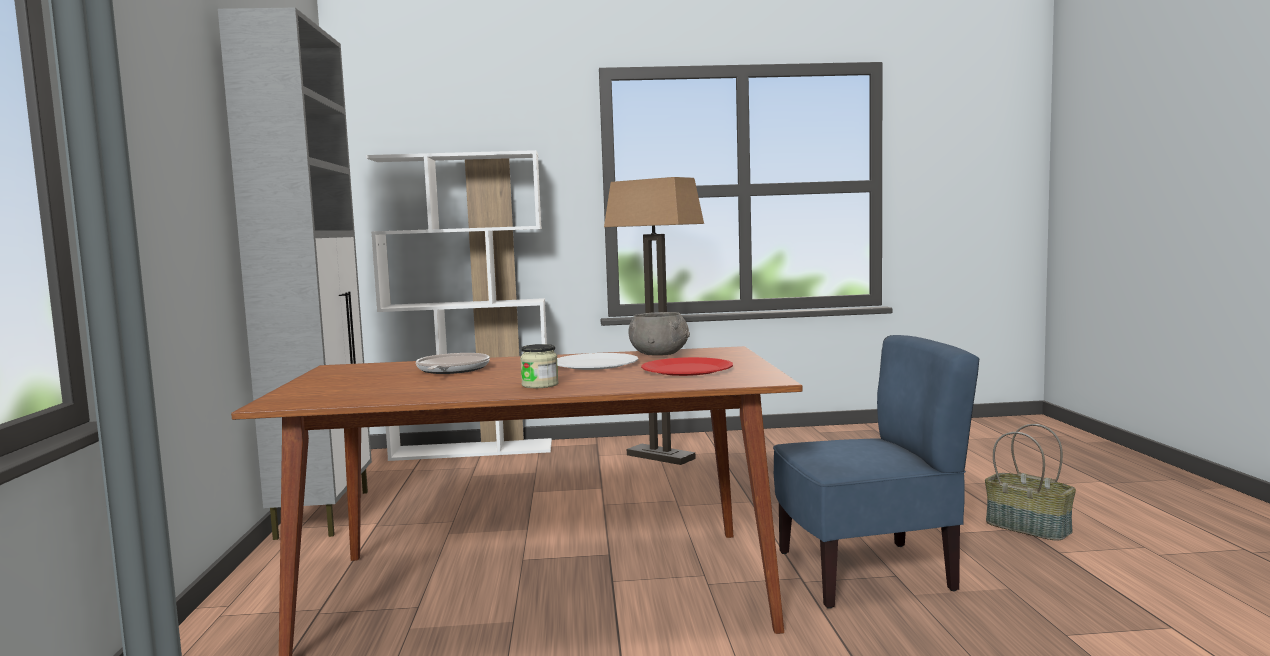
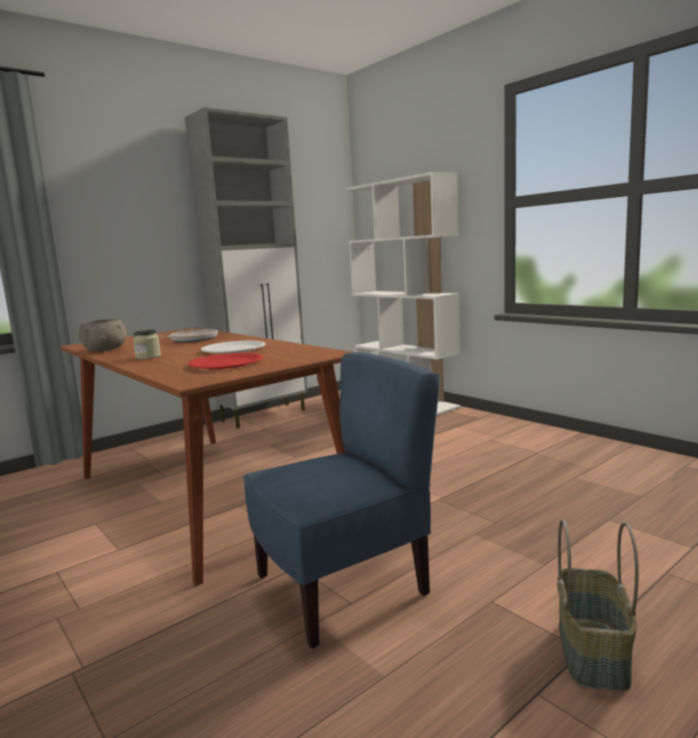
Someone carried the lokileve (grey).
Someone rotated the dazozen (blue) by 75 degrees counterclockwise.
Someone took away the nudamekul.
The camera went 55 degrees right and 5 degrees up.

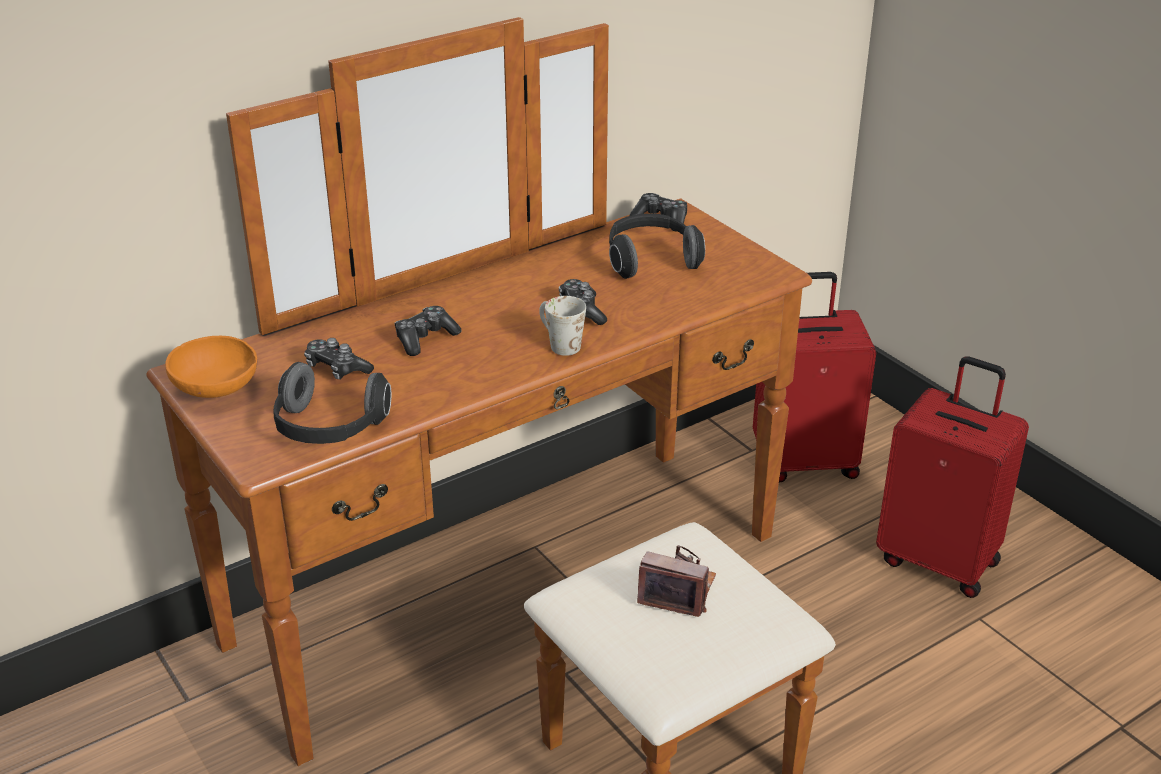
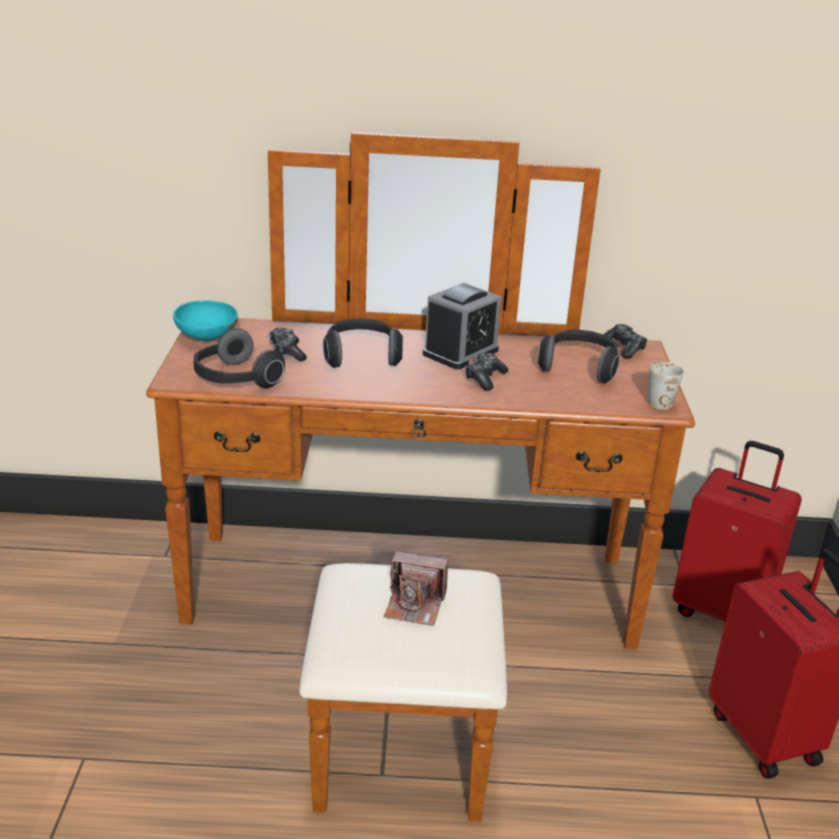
Someone repainted the lokileve (orange), which became the lokileve (turquoise).
Someone swapped the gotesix (no. 2 from left) for the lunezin (no. 2 from left).
Someone rotated the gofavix by 135 degrees clockwise.
Someone put down the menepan.
Someone carried the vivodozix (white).
The camera went 35 degrees right and 5 degrees down.

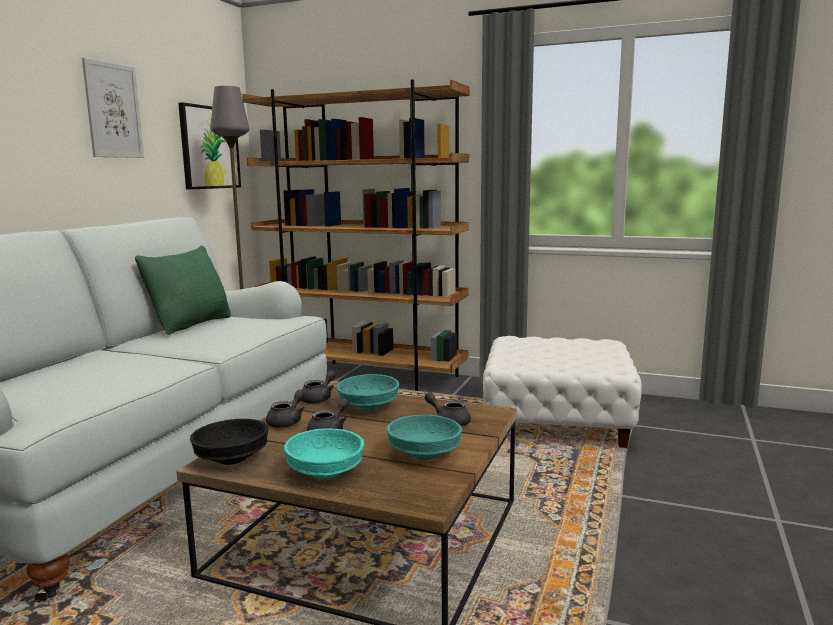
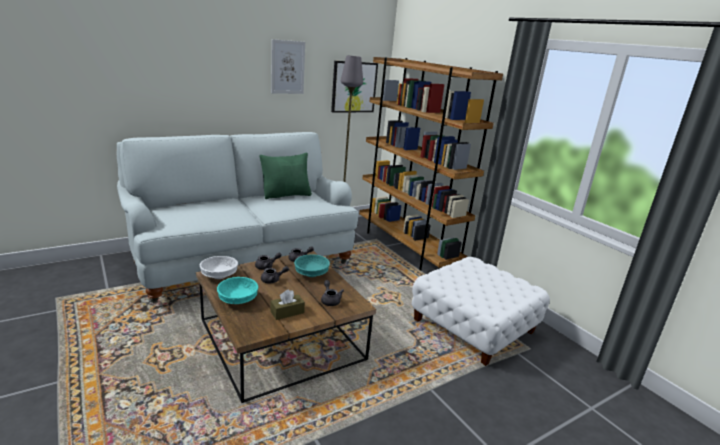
Someone repainted the lokileve (black), which became the lokileve (white).
Someone swapped the lokileve (turquoise) (no. 3 from left) for the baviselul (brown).
The camera went 35 degrees right and 10 degrees up.

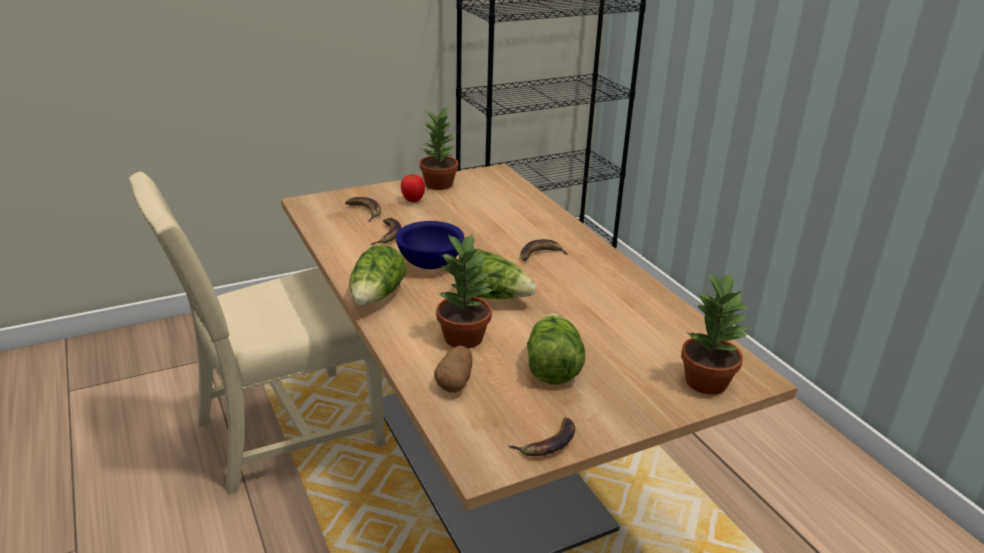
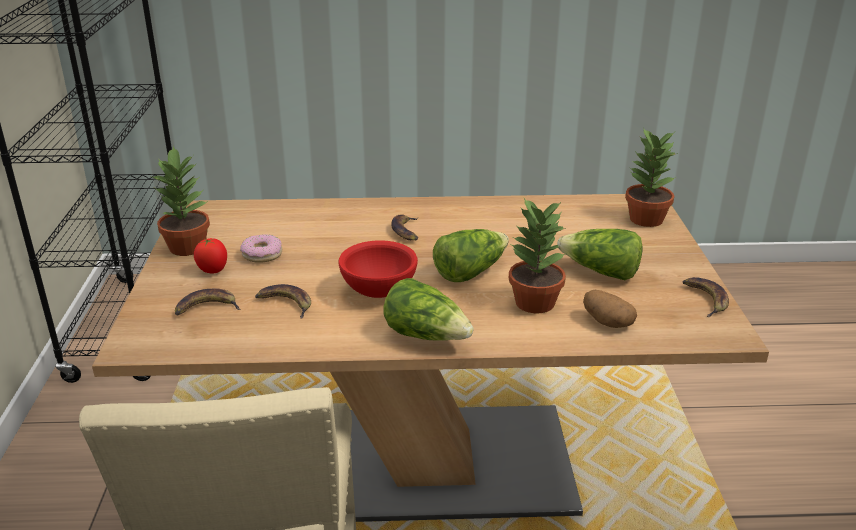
Someone put down the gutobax.
Someone repainted the lokileve (blue), which became the lokileve (red).
The camera went 65 degrees left and 0 degrees up.

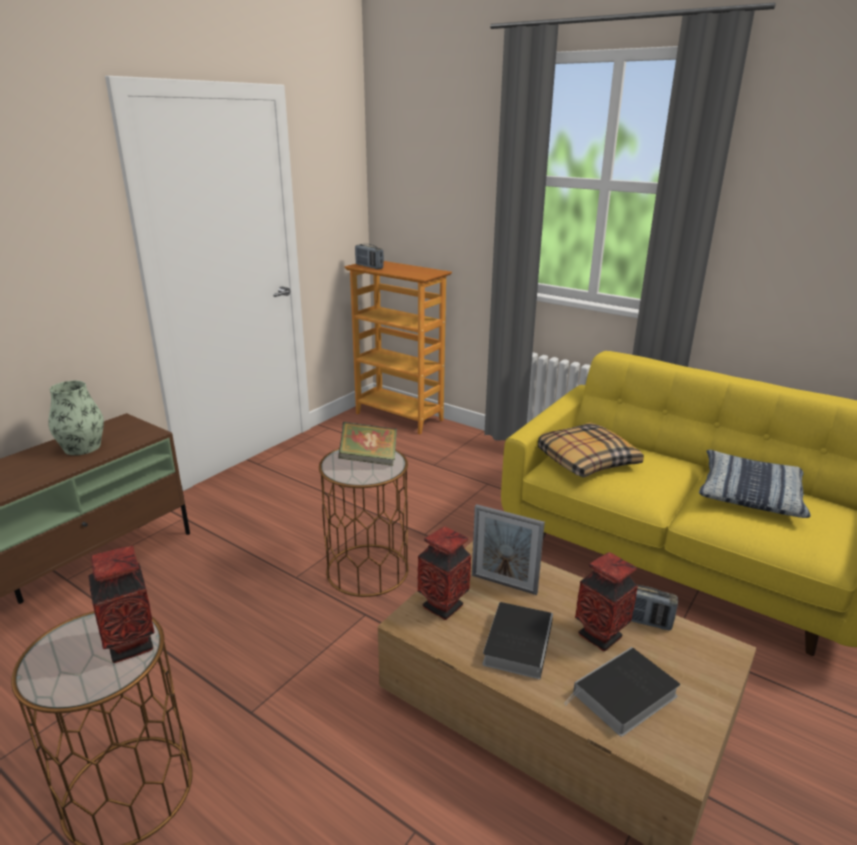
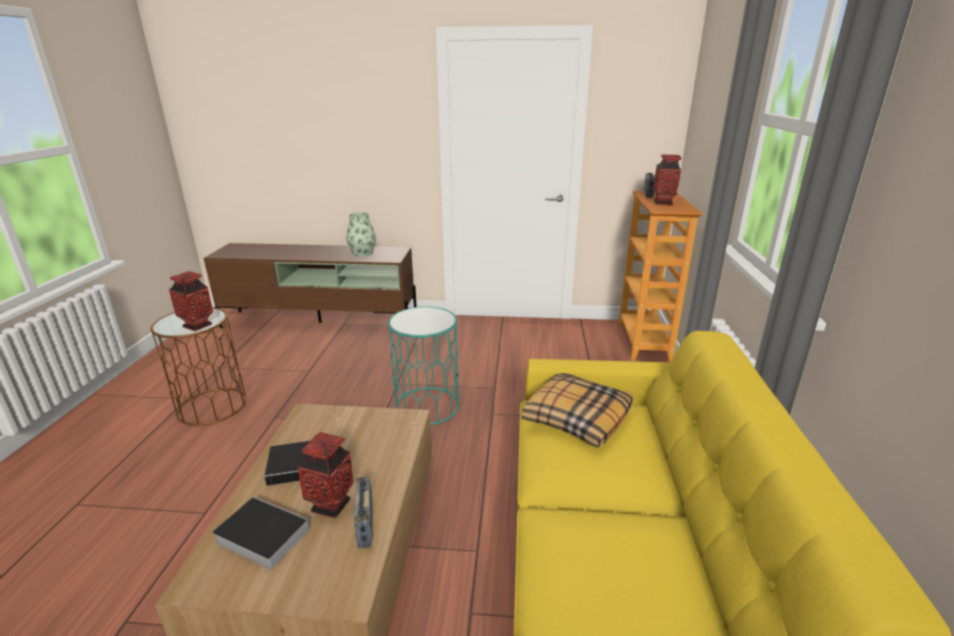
Someone repainted the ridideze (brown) (no. 2 from left), which became the ridideze (turquoise).
Someone carried the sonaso (no. 3 from left in the first image).
Someone took away the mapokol (no. 1 from left).
Someone took away the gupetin.
Someone took away the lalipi (no. 2 from left).
The camera went 60 degrees right and 0 degrees up.

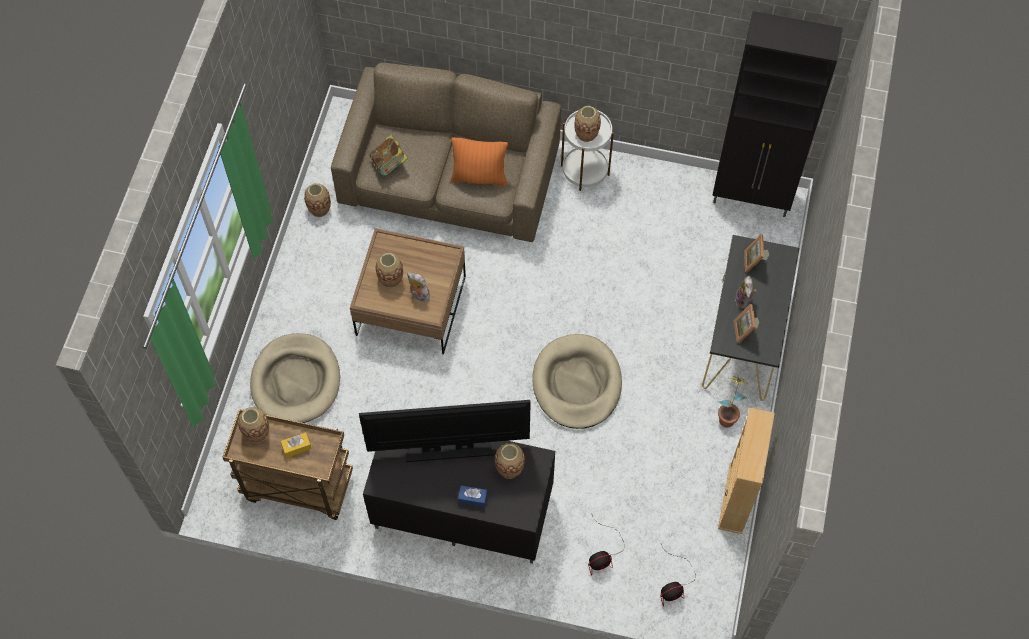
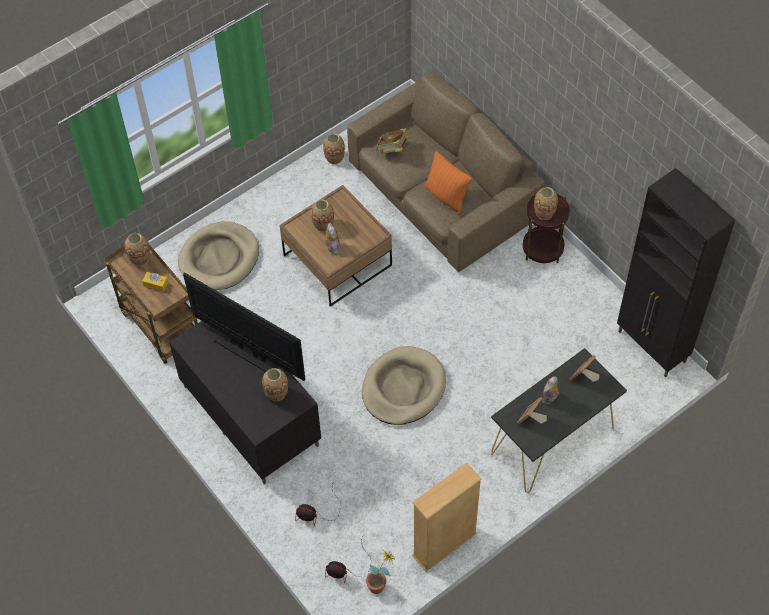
Someone carried the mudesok.
Someone repainted the ridideze (white), which became the ridideze (brown).
Someone took away the baviselul (blue).
The camera went 40 degrees right and 5 degrees down.

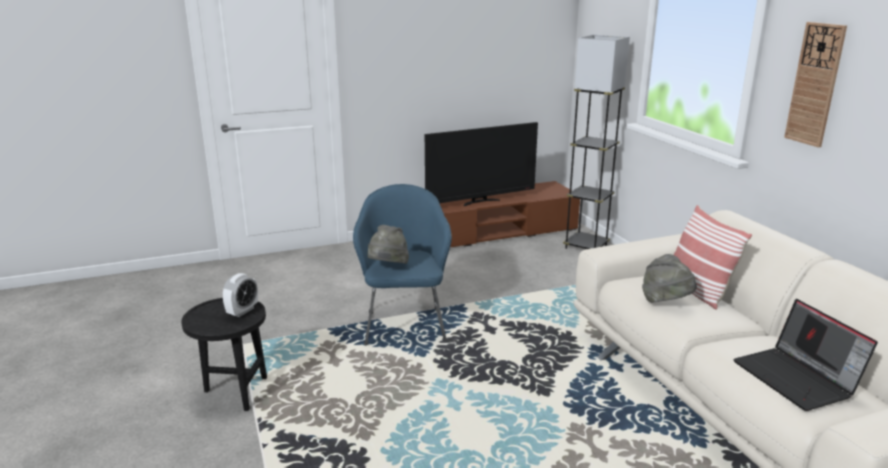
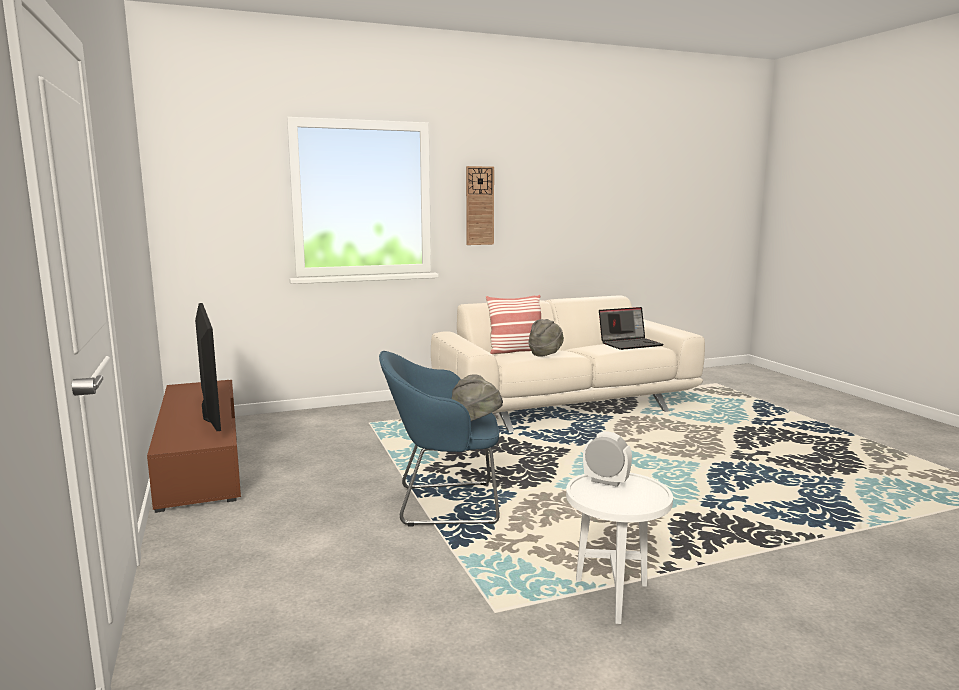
Someone repainted the ridideze (black), which became the ridideze (white).
Someone took away the nudamekul (grey).
The camera went 90 degrees left and 10 degrees down.

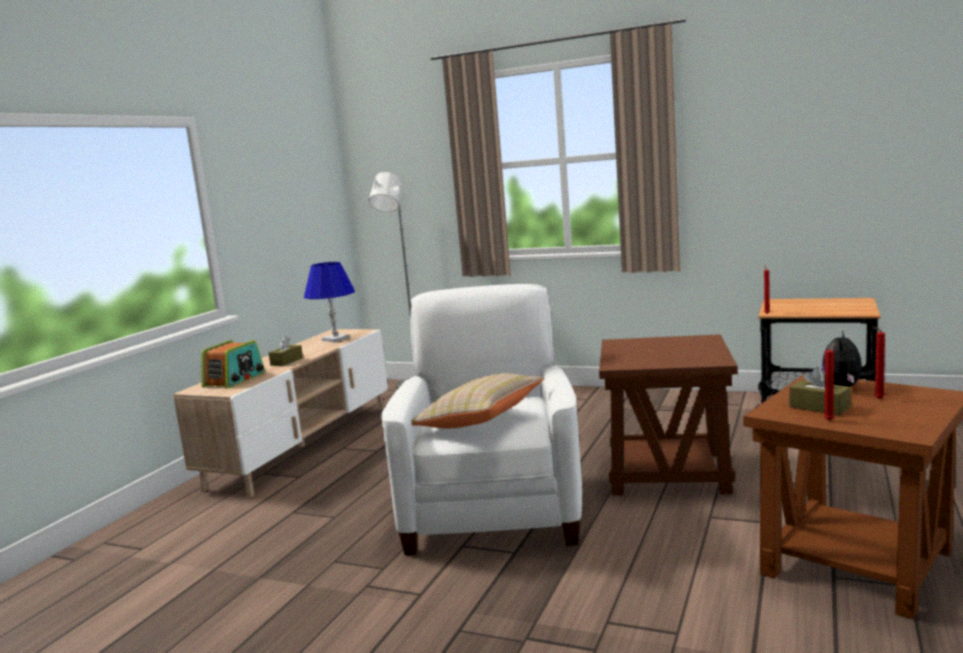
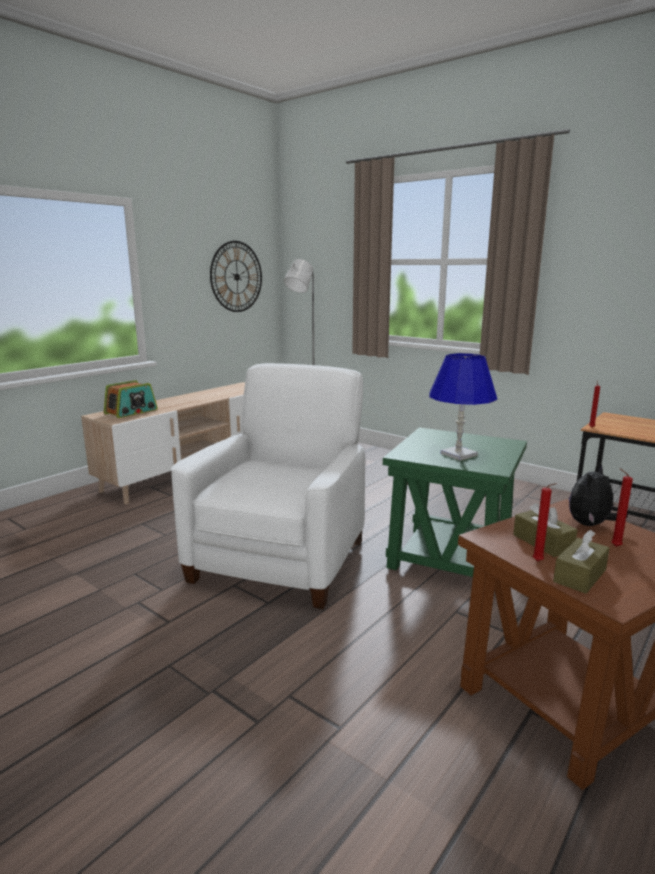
Someone put up the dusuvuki.
Someone repainted the ridideze (brown) (no. 1 from left), which became the ridideze (green).
Someone carried the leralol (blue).
Someone carried the baviselul (brown) (no. 1 from left in the first image).
Someone took away the lalipi (beige).
The camera went 15 degrees right and 5 degrees up.

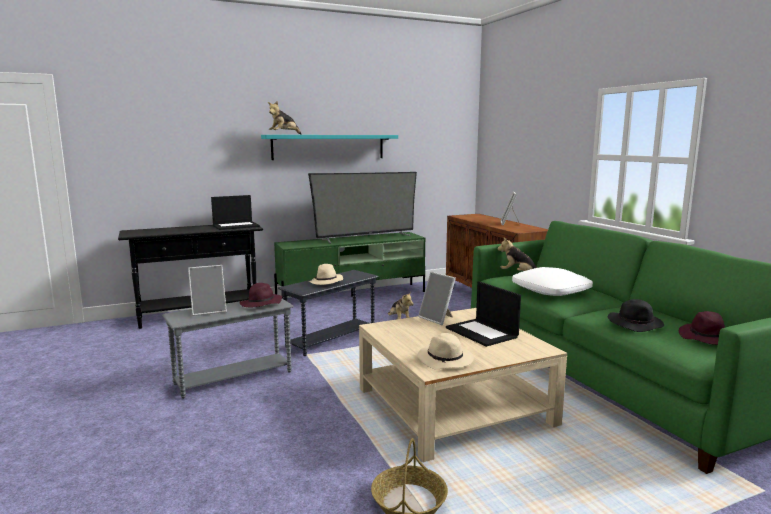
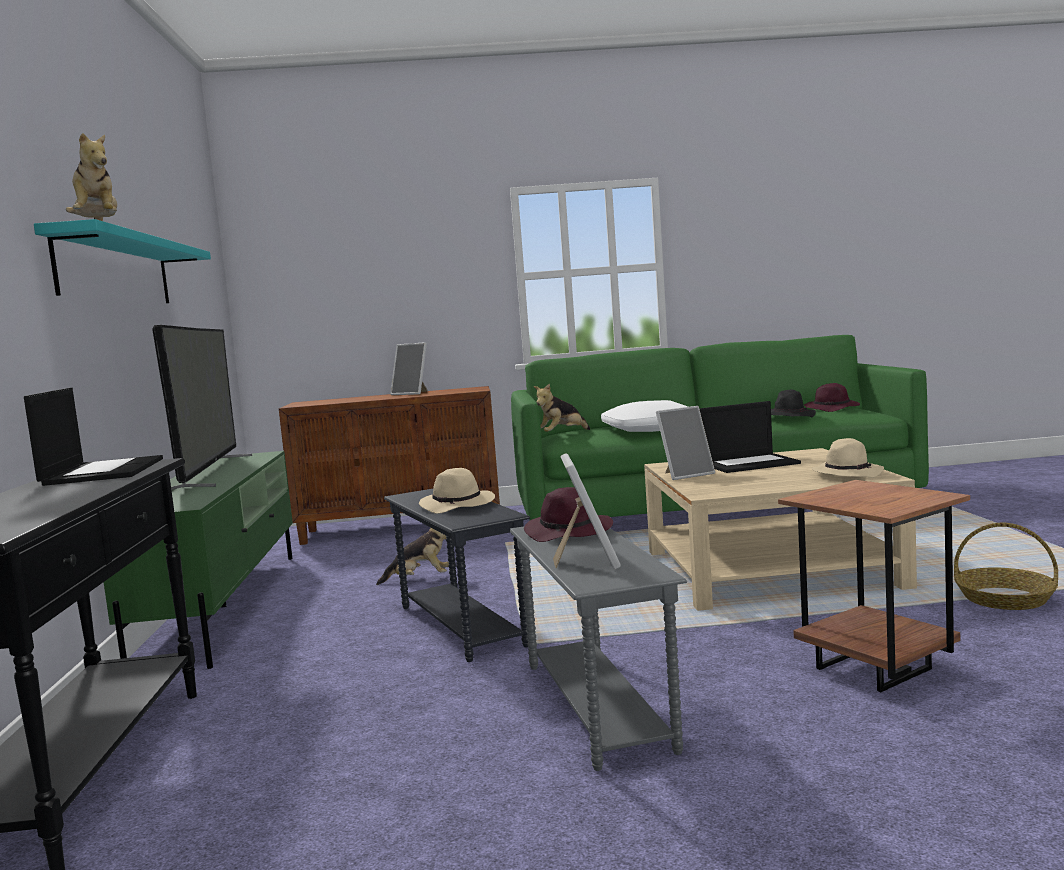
Someone put down the ridideze (brown).
The camera went 70 degrees left and 5 degrees down.

